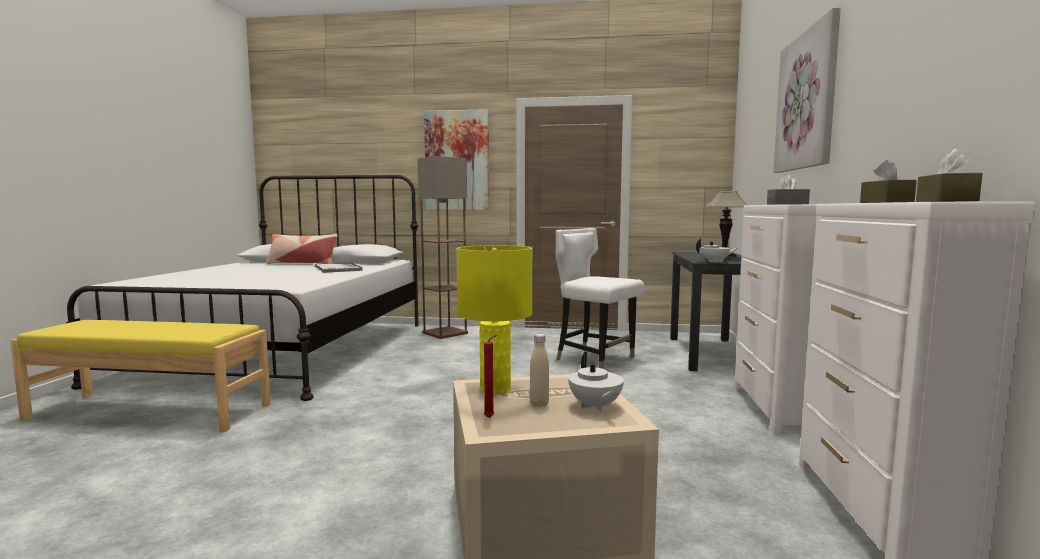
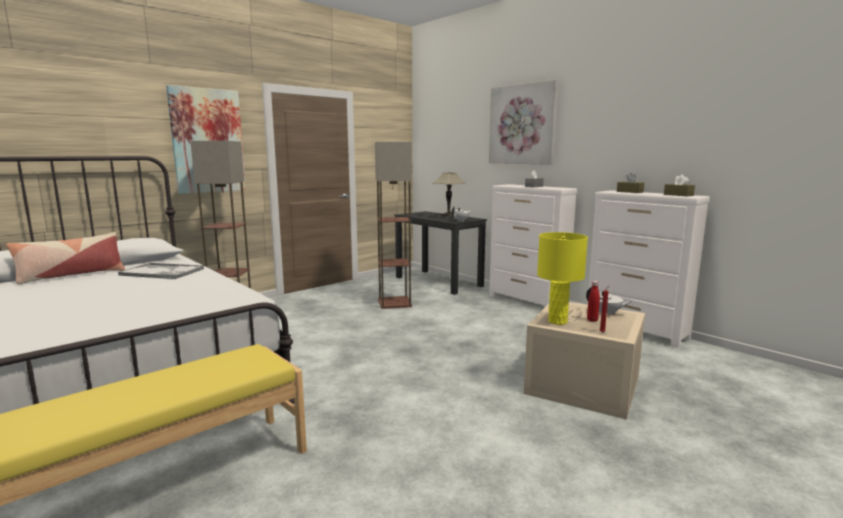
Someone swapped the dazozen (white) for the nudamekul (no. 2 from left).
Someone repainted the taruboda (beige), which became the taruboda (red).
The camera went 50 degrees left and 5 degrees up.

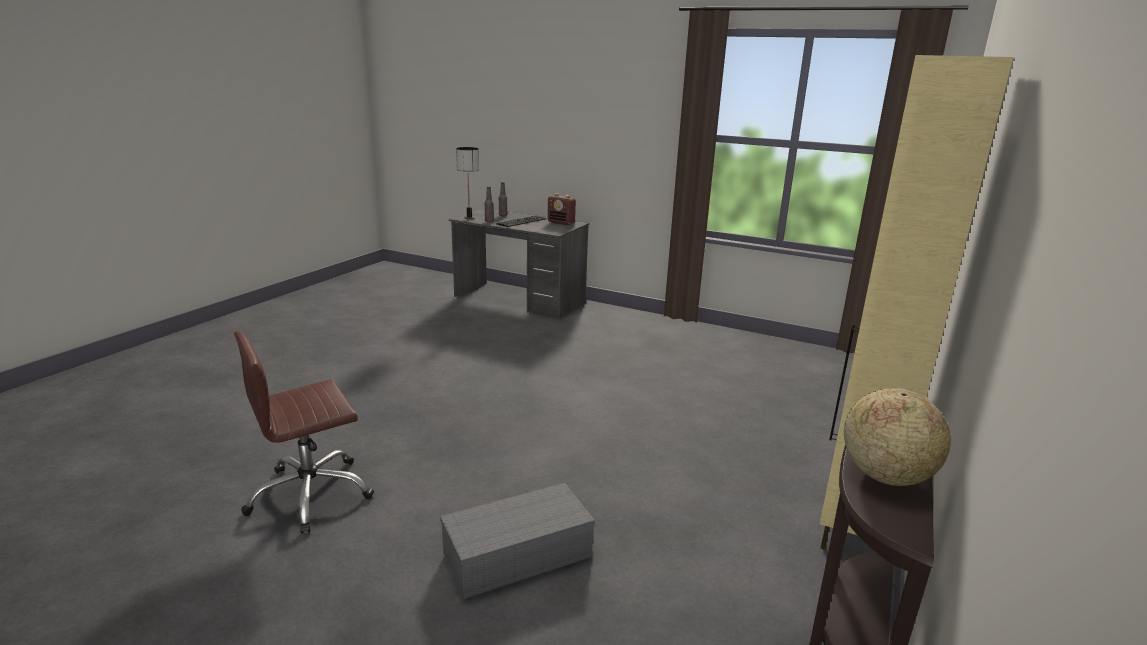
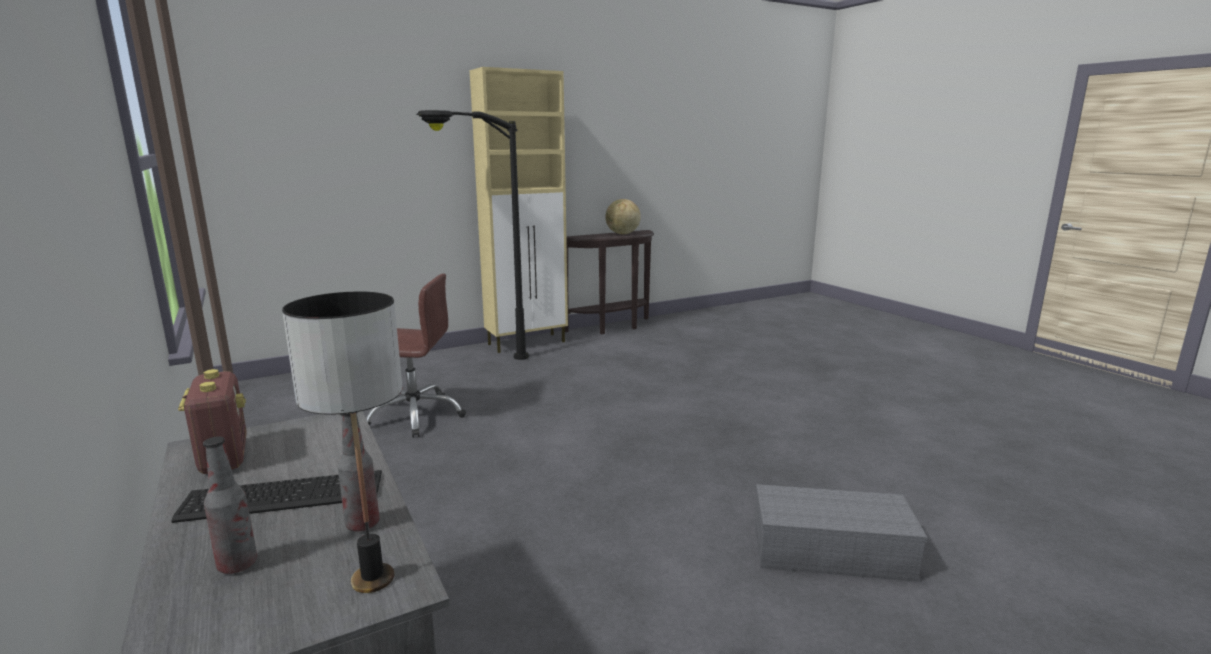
Someone carried the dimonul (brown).
Someone put down the nudamekul (black).
Someone carried the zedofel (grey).
The camera went 145 degrees left and 5 degrees down.

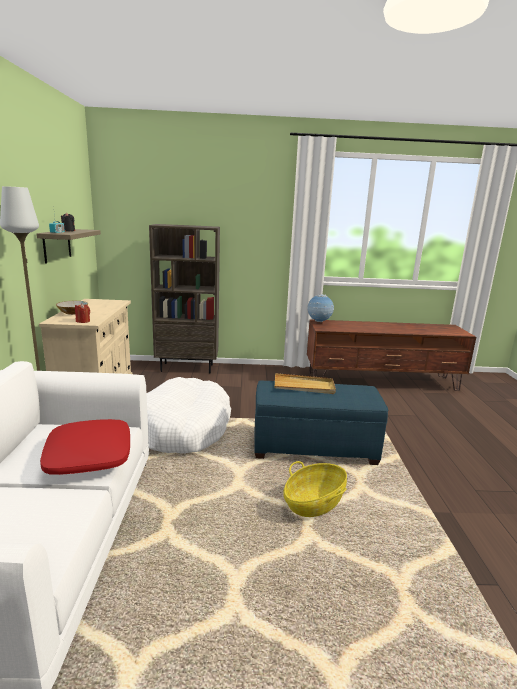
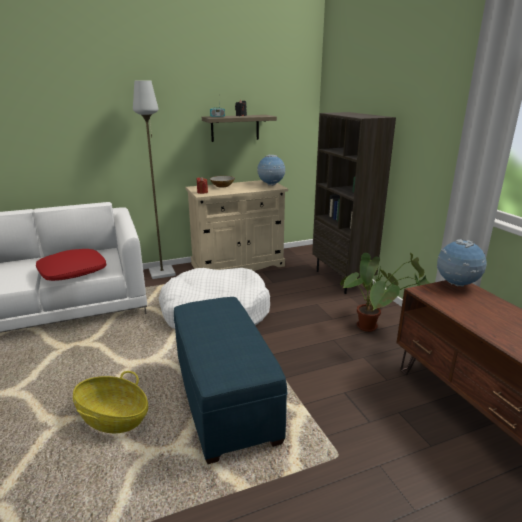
Someone put down the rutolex (no. 1 from left).
Someone put down the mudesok.
Someone took away the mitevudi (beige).
The camera went 70 degrees right and 5 degrees up.

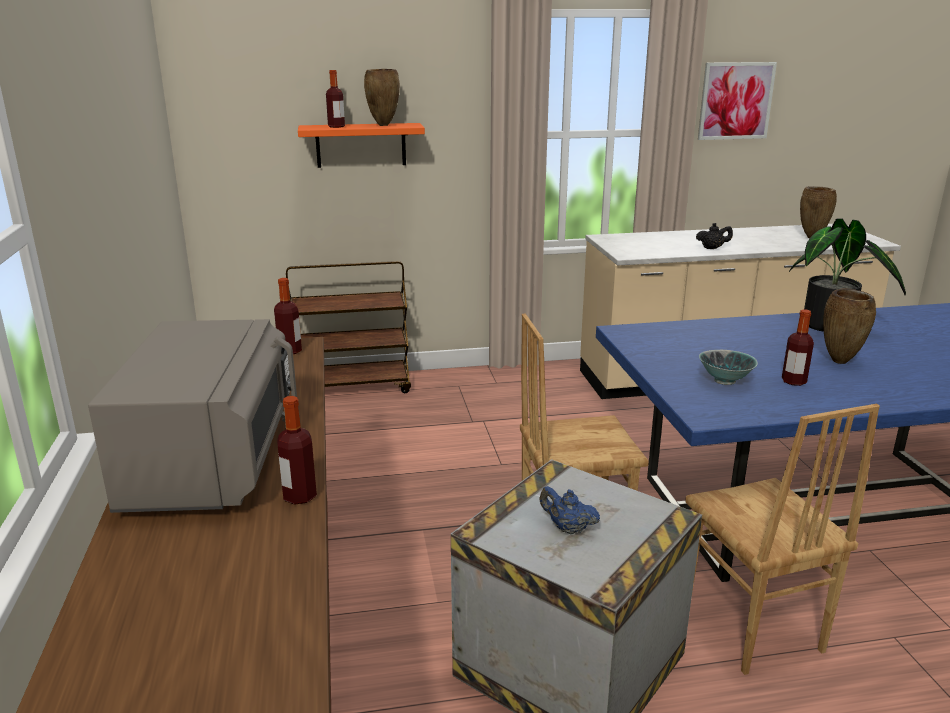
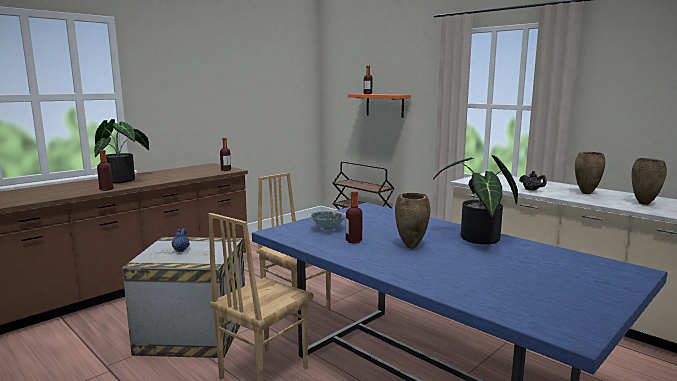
Someone swapped the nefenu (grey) for the mudesok (no. 1 from left).
Someone carried the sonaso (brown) (no. 1 from left in the first image).
Someone took away the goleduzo.
The camera went 55 degrees right and 10 degrees down.

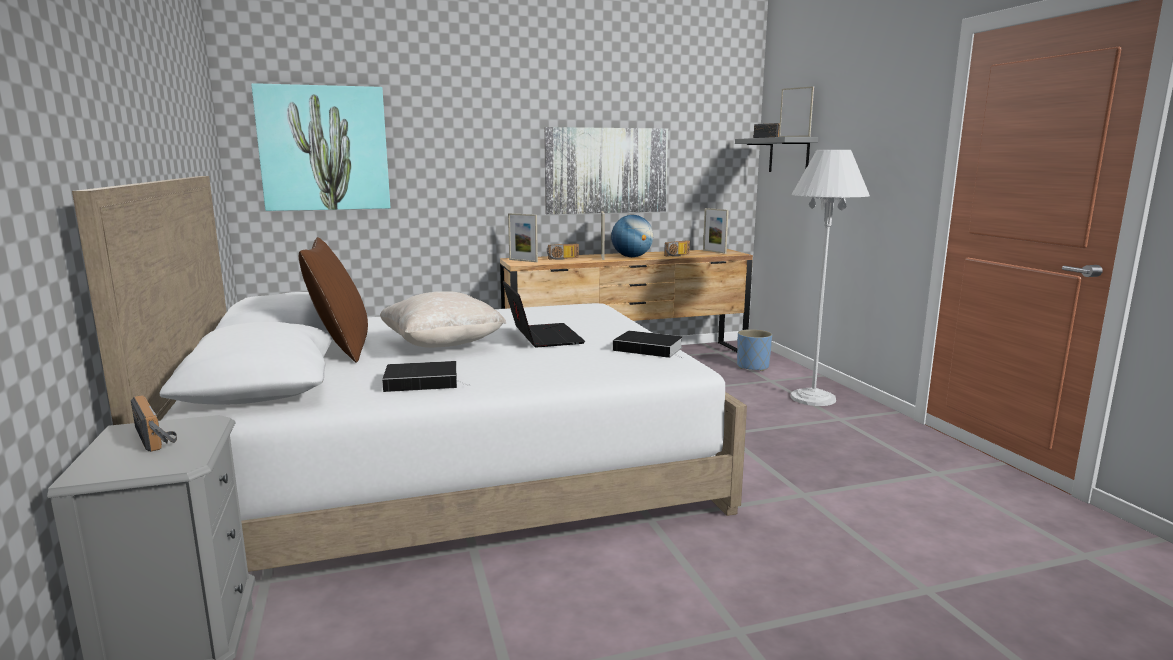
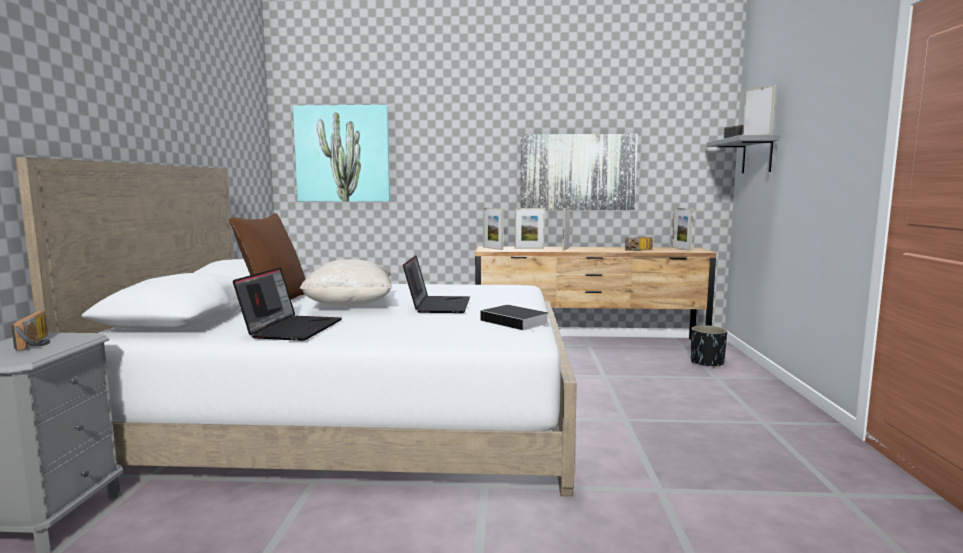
Someone swapped the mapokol (no. 1 from left) for the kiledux (no. 1 from left).
Someone swapped the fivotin (no. 2 from left) for the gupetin (no. 2 from left).
Someone repainted the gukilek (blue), which became the gukilek (black).
Someone took away the rutolex.
Someone took away the nudamekul (white).
The camera went 20 degrees right and 5 degrees down.

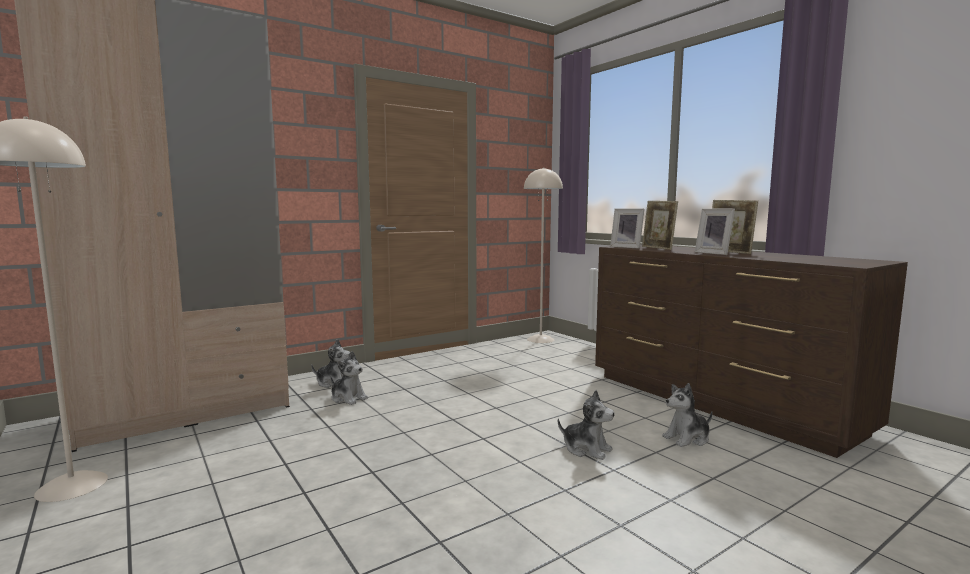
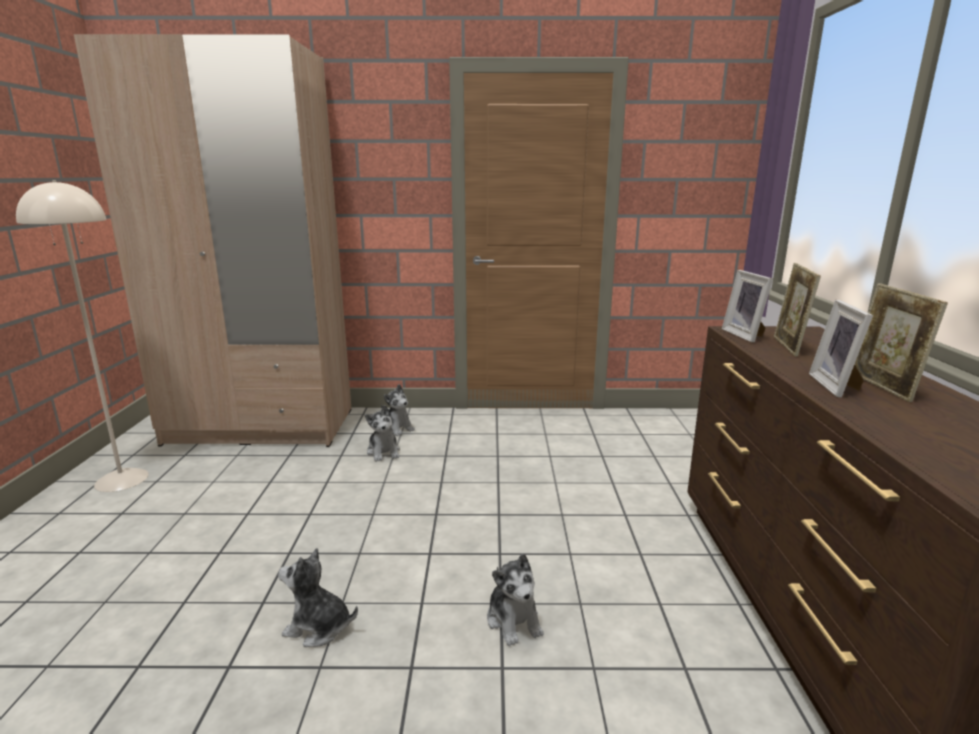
Someone carried the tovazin (no. 4 from left in the first image).
Someone took away the nudamekul (beige) (no. 2 from left).
The camera went 35 degrees right and 10 degrees up.

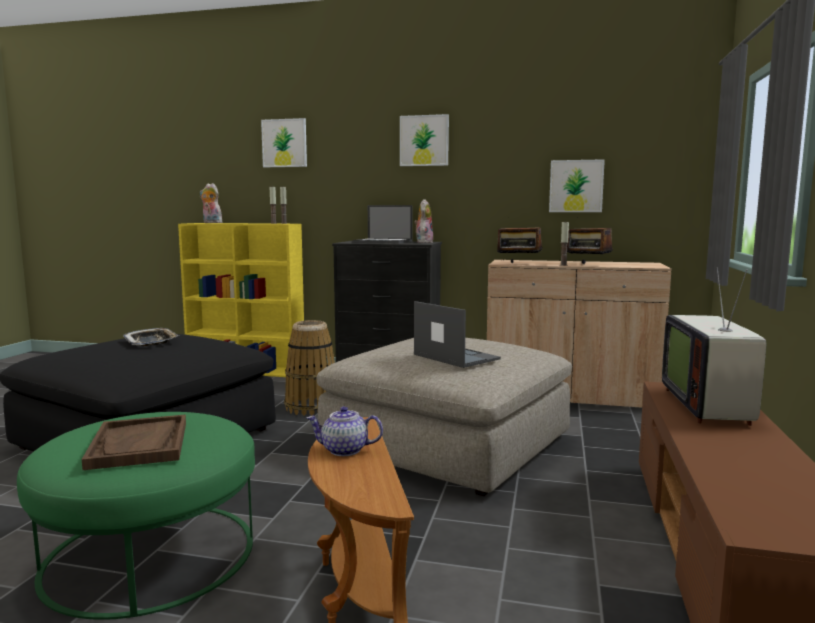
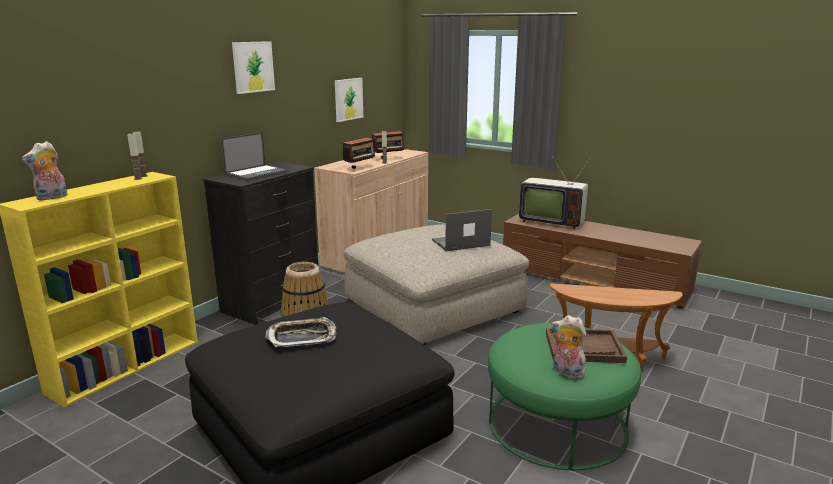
Someone carried the tovazin (no. 2 from left).
Someone took away the goleduzo (no. 1 from left).
Someone took away the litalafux.
The camera went 70 degrees left and 10 degrees up.

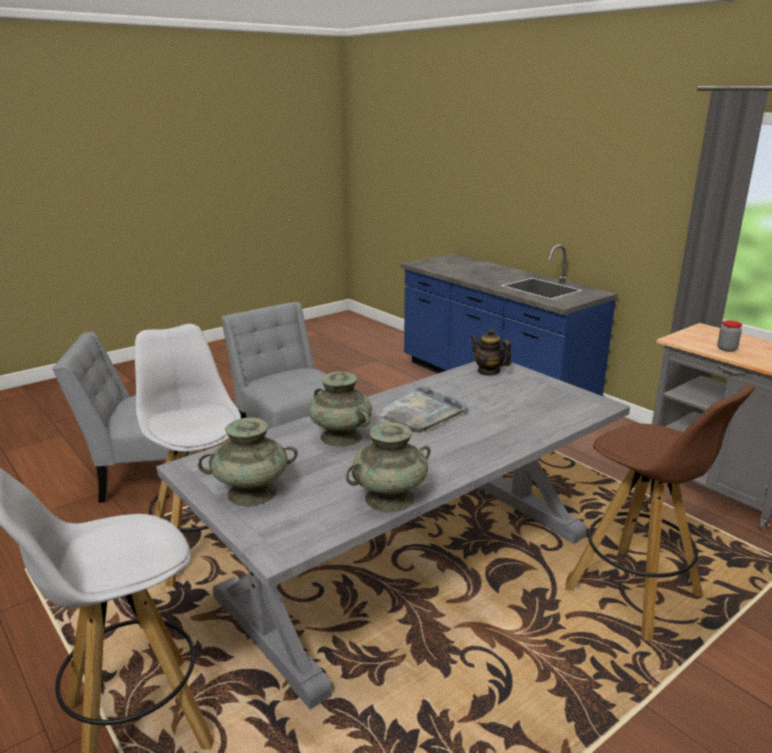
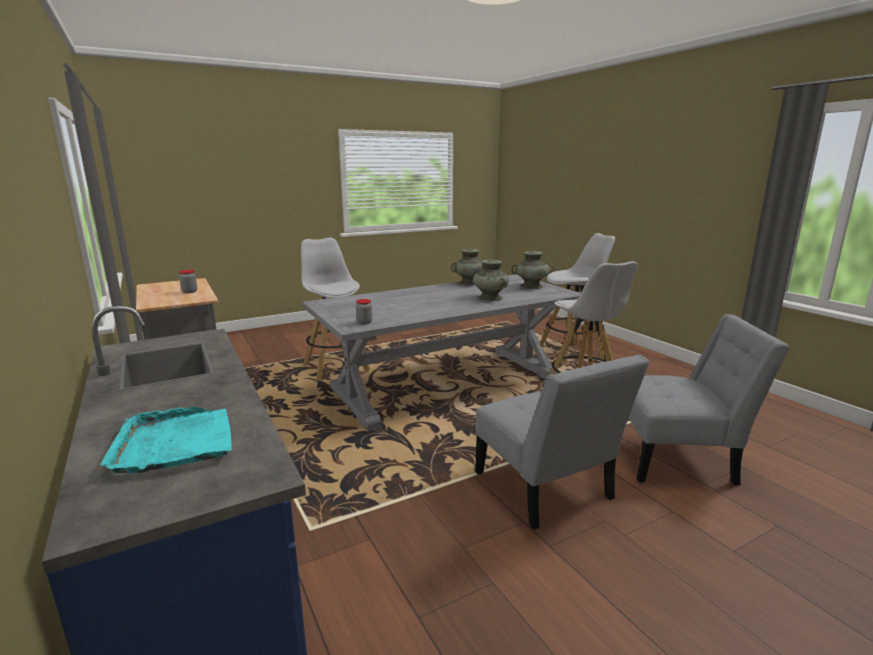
Someone put down the mitevudi (turquoise).
Someone repainted the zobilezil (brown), which became the zobilezil (white) (no. 1 from left).
Someone swapped the litalafux for the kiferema (no. 2 from left).
Someone took away the mitevudi (grey).
The camera went 170 degrees left and 5 degrees down.

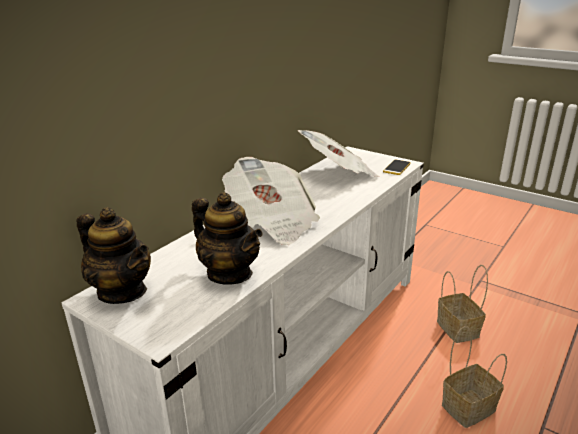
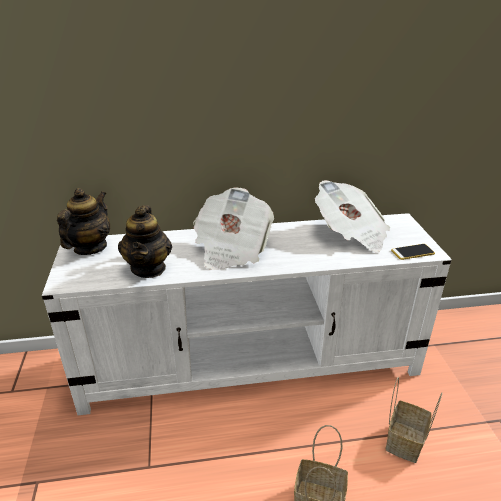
Someone rotated the litalafux (no. 1 from left) by 150 degrees counterclockwise.
The camera went 45 degrees right and 5 degrees up.

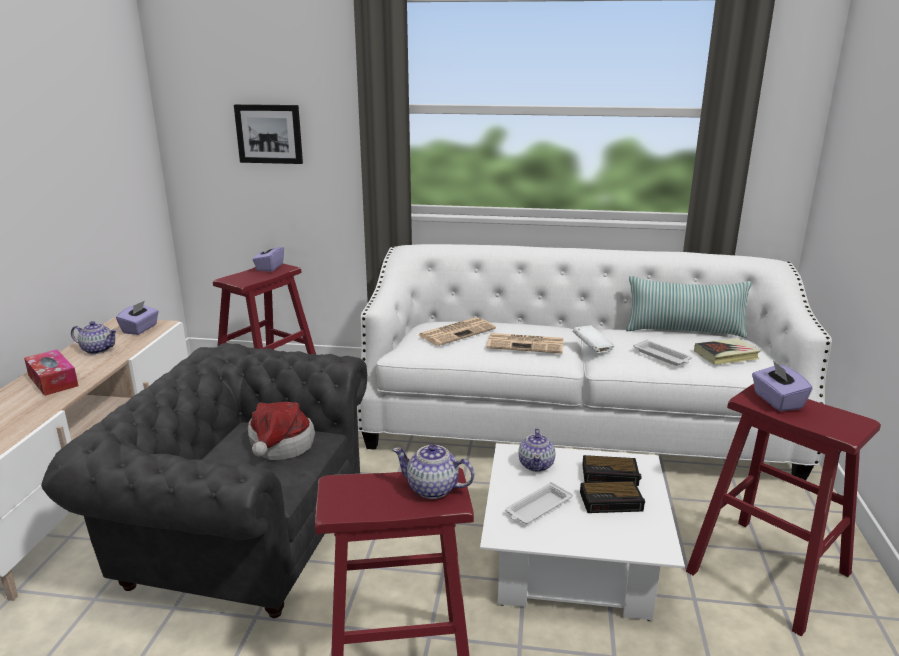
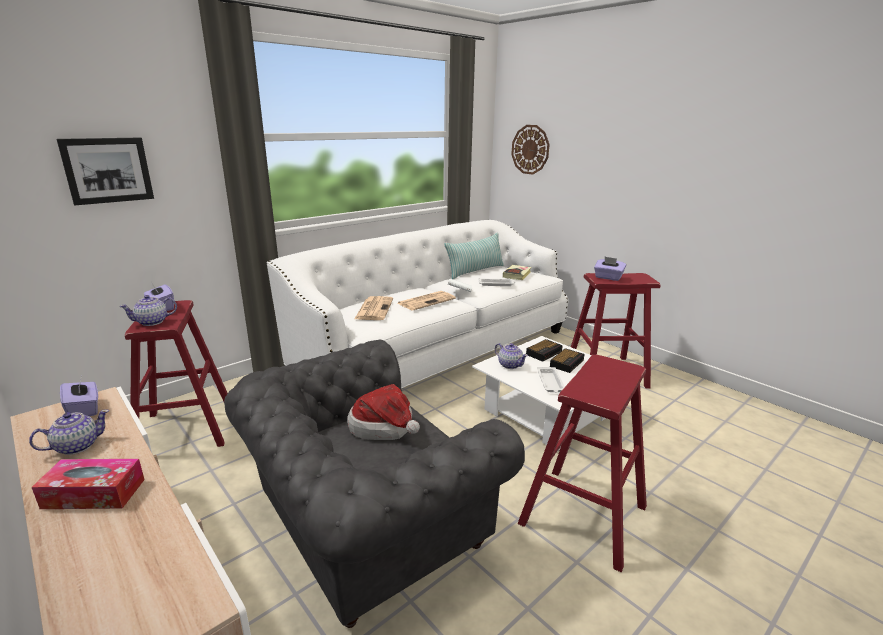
Someone carried the litalafux (no. 2 from left).
Someone put up the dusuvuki.
The camera went 50 degrees left and 0 degrees up.

